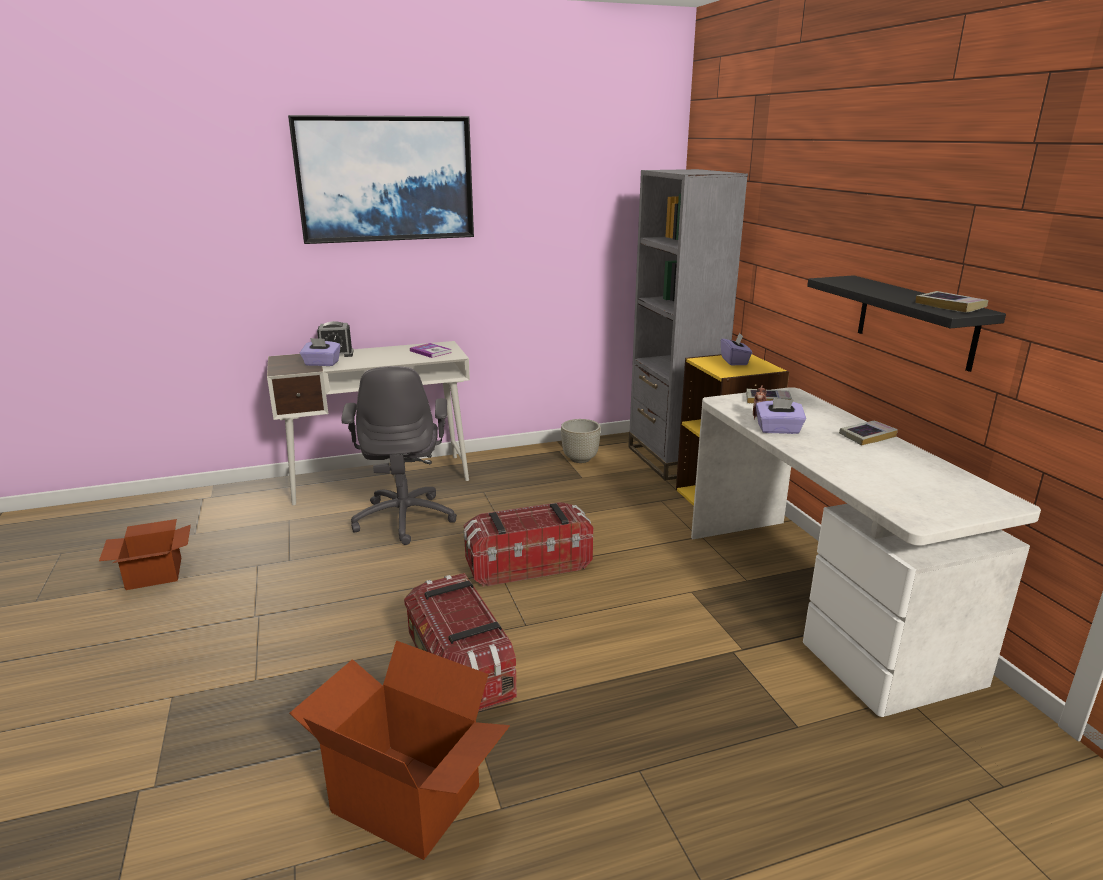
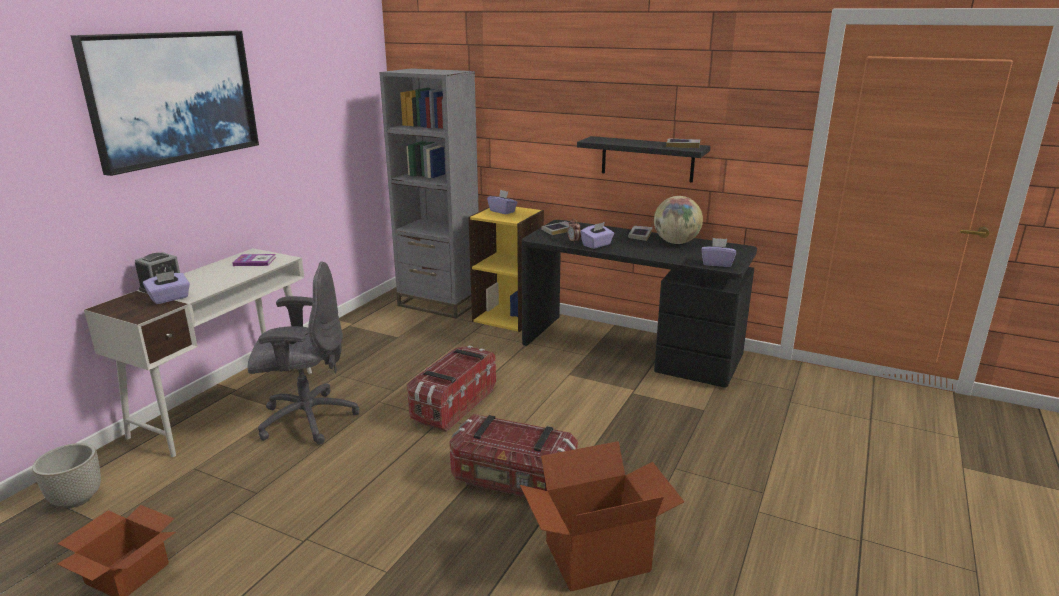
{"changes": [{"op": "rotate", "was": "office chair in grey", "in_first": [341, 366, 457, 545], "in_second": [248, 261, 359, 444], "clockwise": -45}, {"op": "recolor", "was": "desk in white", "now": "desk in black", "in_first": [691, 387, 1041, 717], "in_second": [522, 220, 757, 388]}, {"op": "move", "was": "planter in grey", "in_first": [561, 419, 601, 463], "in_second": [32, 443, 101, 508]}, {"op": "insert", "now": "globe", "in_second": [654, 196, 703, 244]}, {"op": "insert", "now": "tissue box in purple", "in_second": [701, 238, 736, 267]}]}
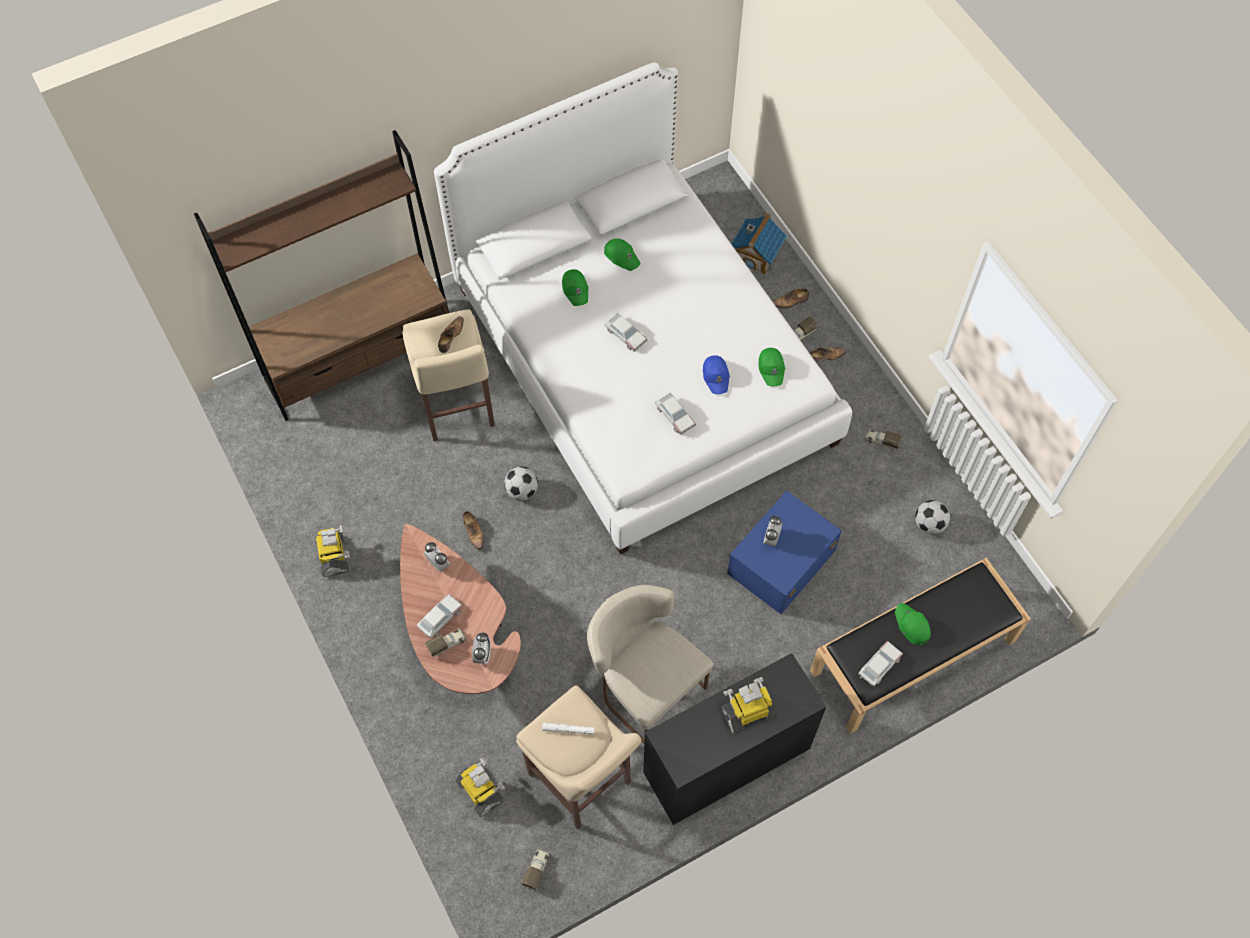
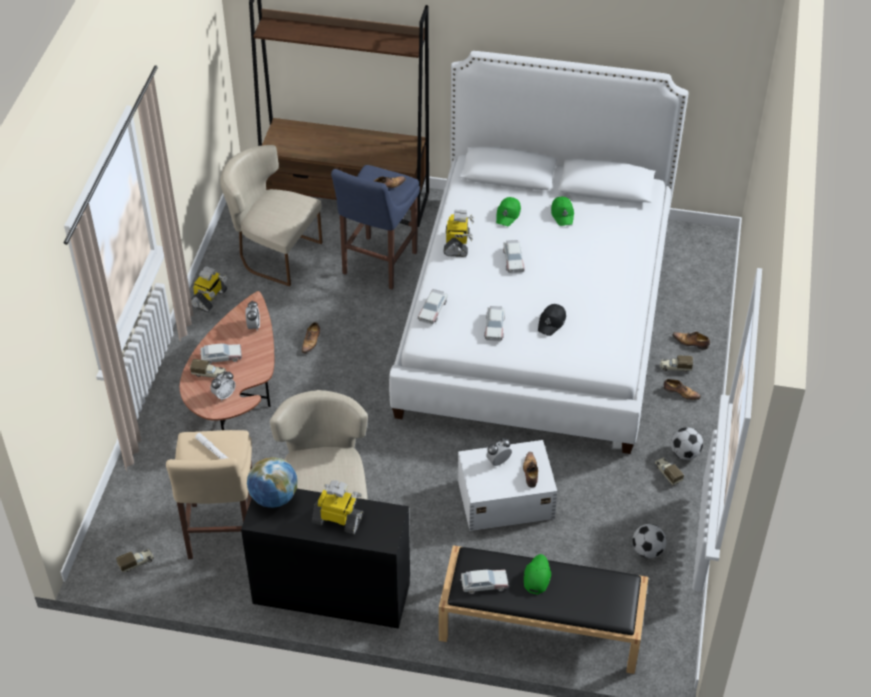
{"changes": [{"op": "delete", "was": "toy house", "in_first": [731, 213, 787, 275]}, {"op": "recolor", "was": "stool in beige", "now": "stool in blue", "in_first": [403, 309, 495, 441], "in_second": [331, 165, 420, 290]}, {"op": "delete", "was": "cap in green", "in_first": [759, 348, 785, 386]}, {"op": "recolor", "was": "cap in blue", "now": "cap in black", "in_first": [703, 355, 730, 394], "in_second": [538, 304, 566, 336]}, {"op": "move", "was": "football", "in_first": [504, 466, 538, 501], "in_second": [671, 427, 703, 460]}, {"op": "recolor", "was": "storage box in blue", "now": "storage box in white", "in_first": [727, 490, 842, 614], "in_second": [458, 440, 557, 531]}, {"op": "move", "was": "toy robot", "in_first": [455, 757, 505, 817], "in_second": [444, 210, 474, 257]}, {"op": "insert", "now": "chair in beige", "in_second": [220, 145, 322, 286]}, {"op": "insert", "now": "toy car", "in_second": [418, 289, 448, 325]}, {"op": "insert", "now": "shoe", "in_second": [523, 452, 538, 488]}, {"op": "insert", "now": "globe", "in_second": [247, 457, 297, 508]}]}
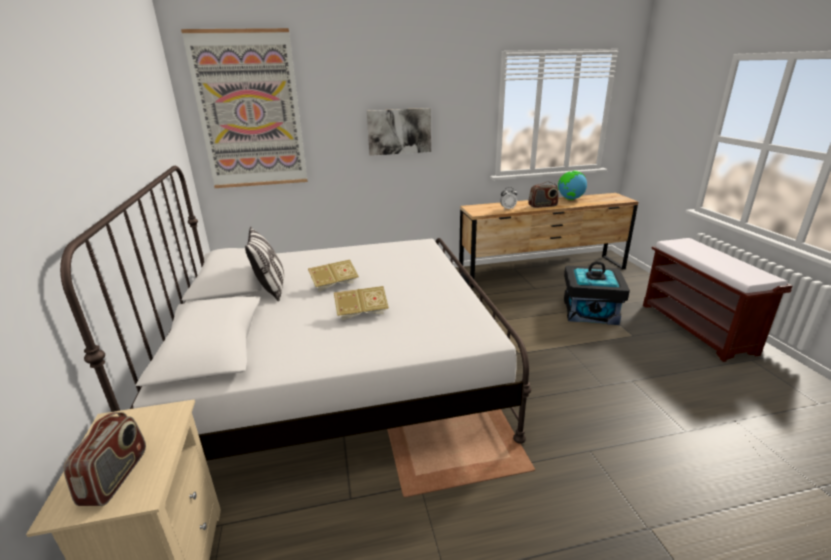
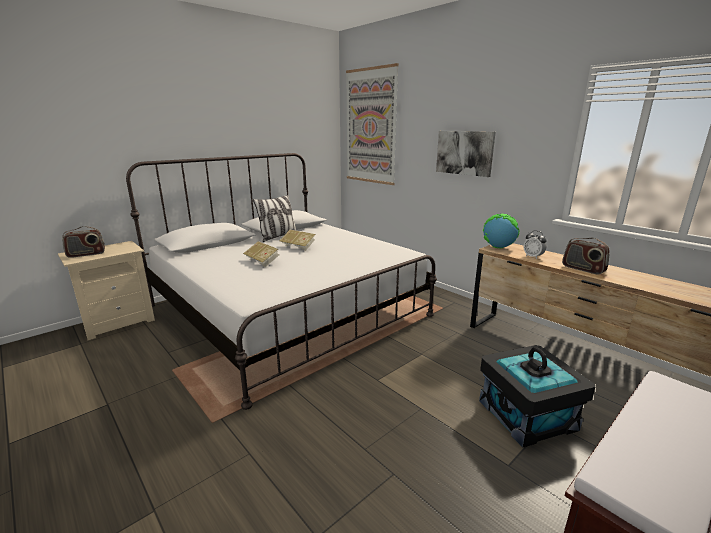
{"changes": [{"op": "move", "was": "globe", "in_first": [558, 171, 587, 200], "in_second": [483, 214, 520, 248]}]}
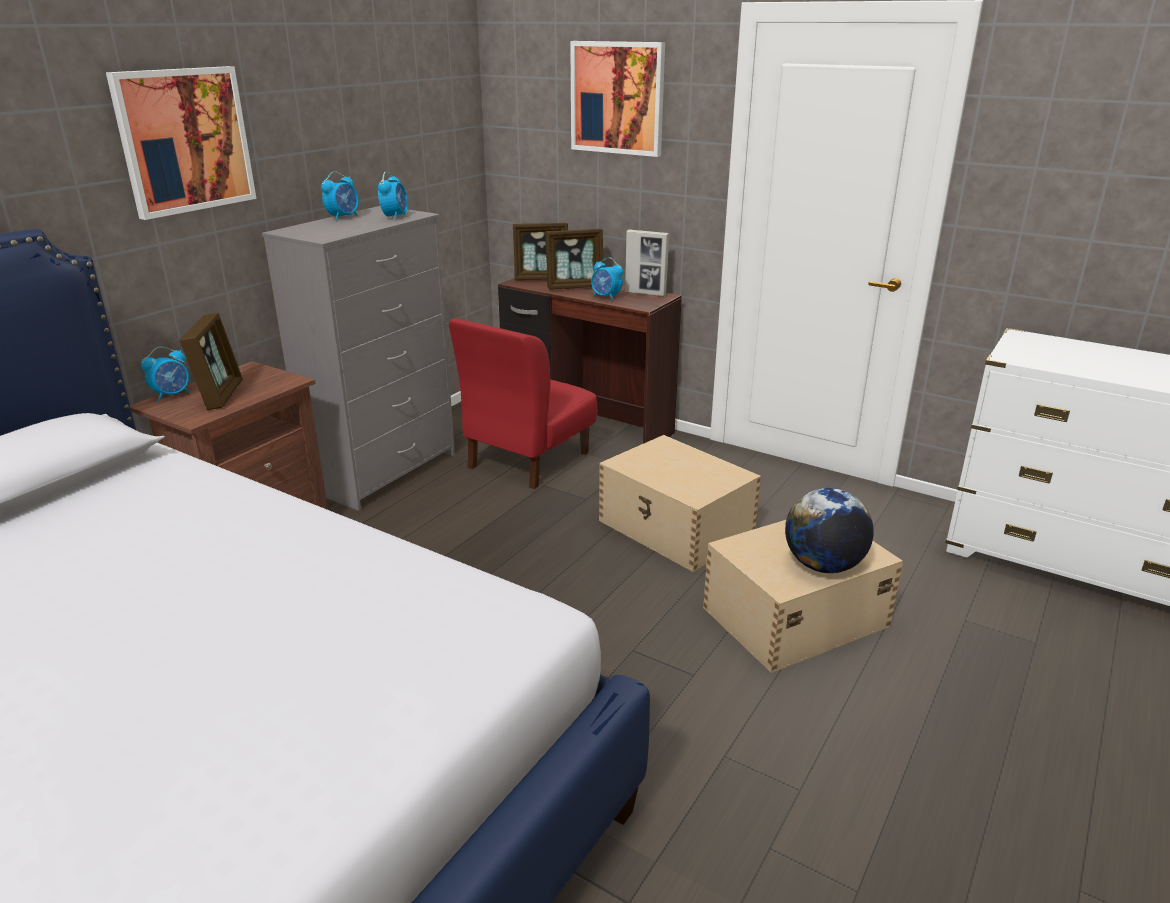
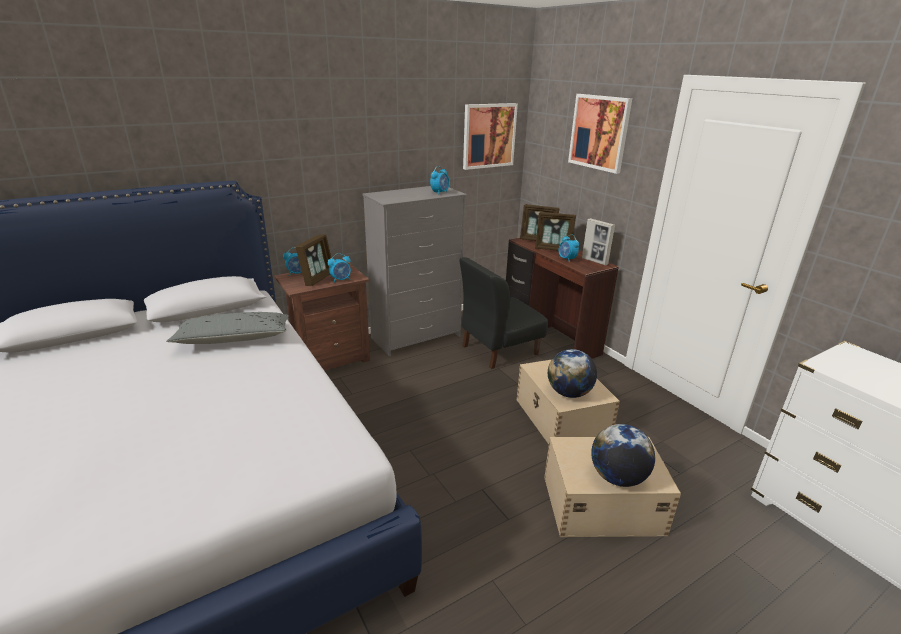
{"changes": [{"op": "move", "was": "picture", "in_first": [106, 66, 257, 220], "in_second": [463, 103, 518, 170]}, {"op": "move", "was": "alarm clock", "in_first": [321, 171, 359, 221], "in_second": [328, 253, 351, 283]}, {"op": "recolor", "was": "chair in red", "now": "chair in black", "in_first": [449, 318, 597, 489], "in_second": [459, 257, 548, 369]}, {"op": "insert", "now": "pillow in grey", "in_second": [166, 312, 289, 344]}, {"op": "insert", "now": "globe", "in_second": [548, 349, 597, 398]}]}
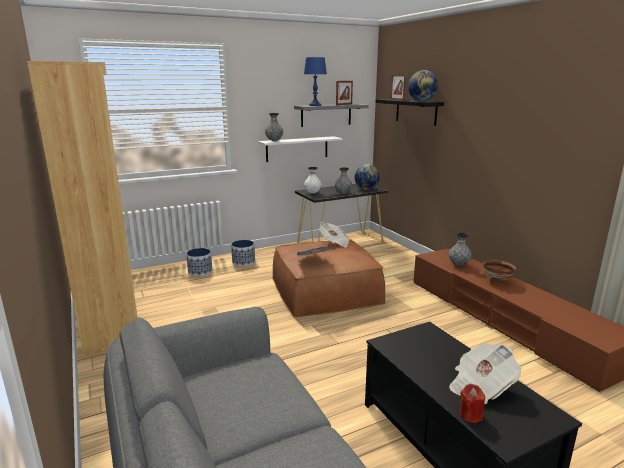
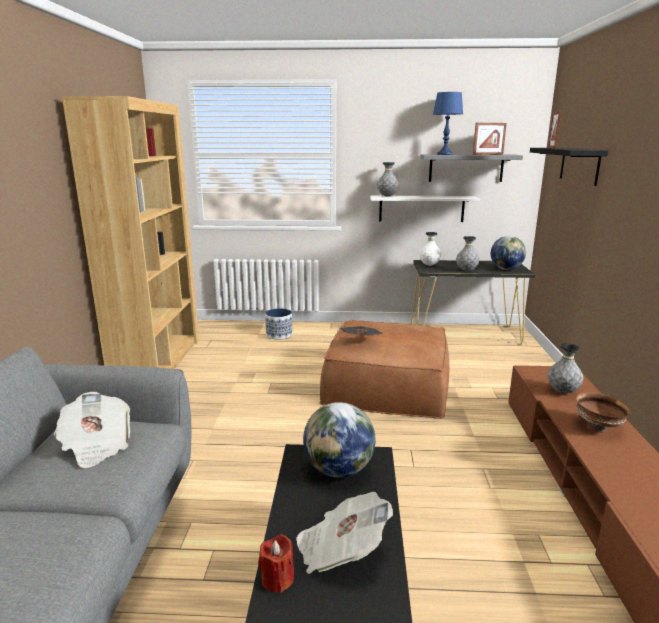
{"changes": [{"op": "move", "was": "globe", "in_first": [408, 70, 438, 101], "in_second": [303, 402, 376, 478]}, {"op": "move", "was": "newspaper", "in_first": [319, 222, 350, 247], "in_second": [54, 392, 130, 468]}, {"op": "delete", "was": "planter", "in_first": [231, 240, 255, 267]}]}
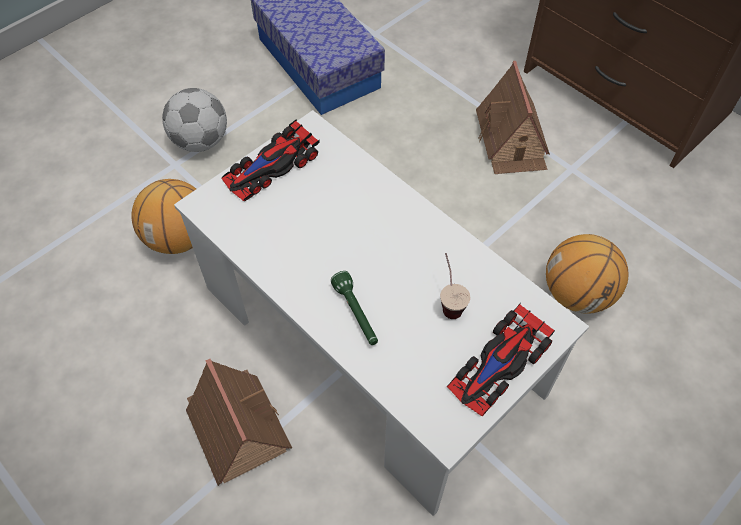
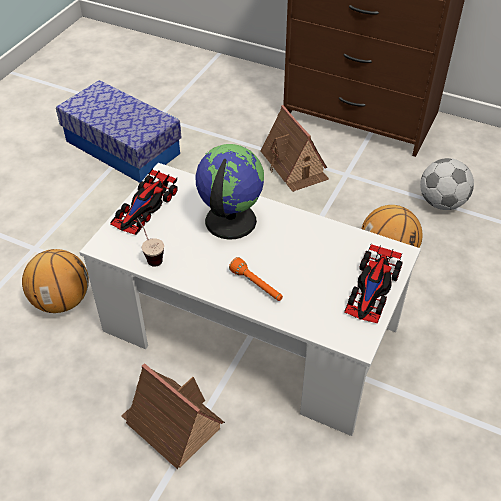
{"changes": [{"op": "move", "was": "football", "in_first": [162, 88, 227, 152], "in_second": [420, 158, 474, 210]}, {"op": "move", "was": "cup", "in_first": [440, 253, 470, 319], "in_second": [137, 218, 164, 267]}, {"op": "recolor", "was": "flashlight in green", "now": "flashlight in orange", "in_first": [331, 271, 378, 345], "in_second": [229, 257, 283, 301]}, {"op": "insert", "now": "globe", "in_second": [195, 144, 264, 240]}]}
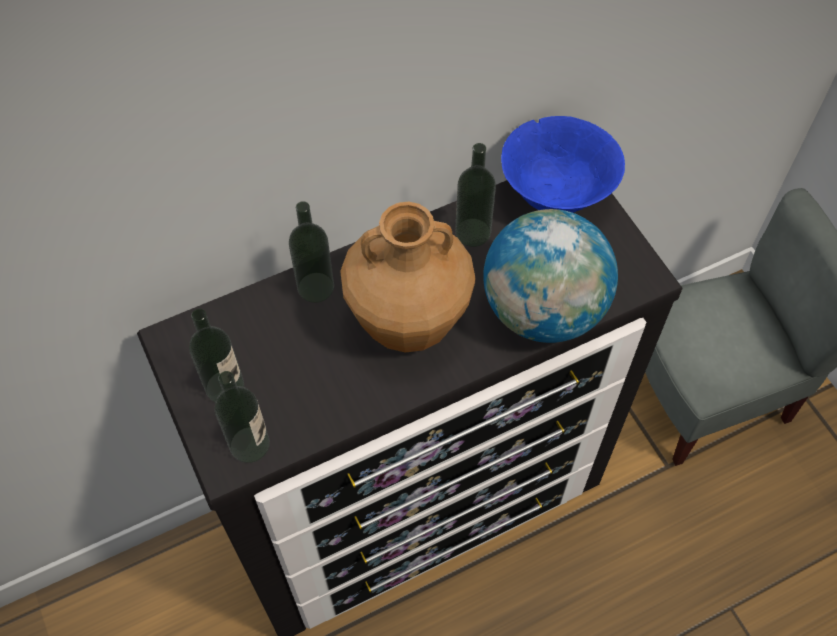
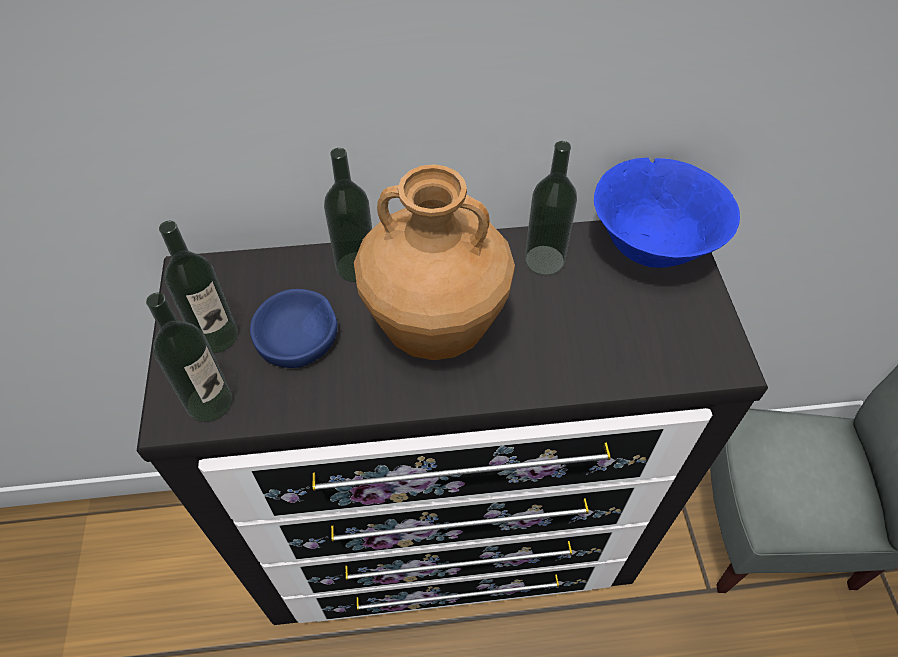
{"changes": [{"op": "delete", "was": "globe", "in_first": [483, 209, 618, 343]}, {"op": "insert", "now": "bowl in blue", "in_second": [250, 289, 338, 368]}]}
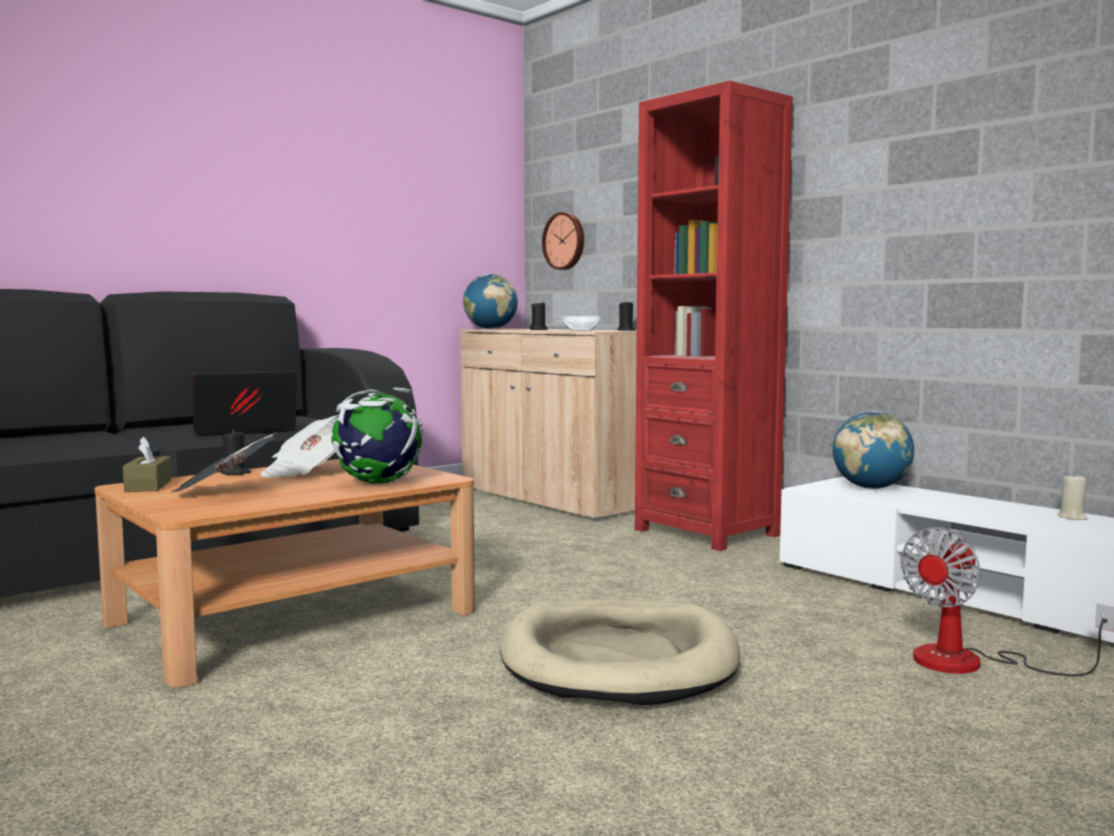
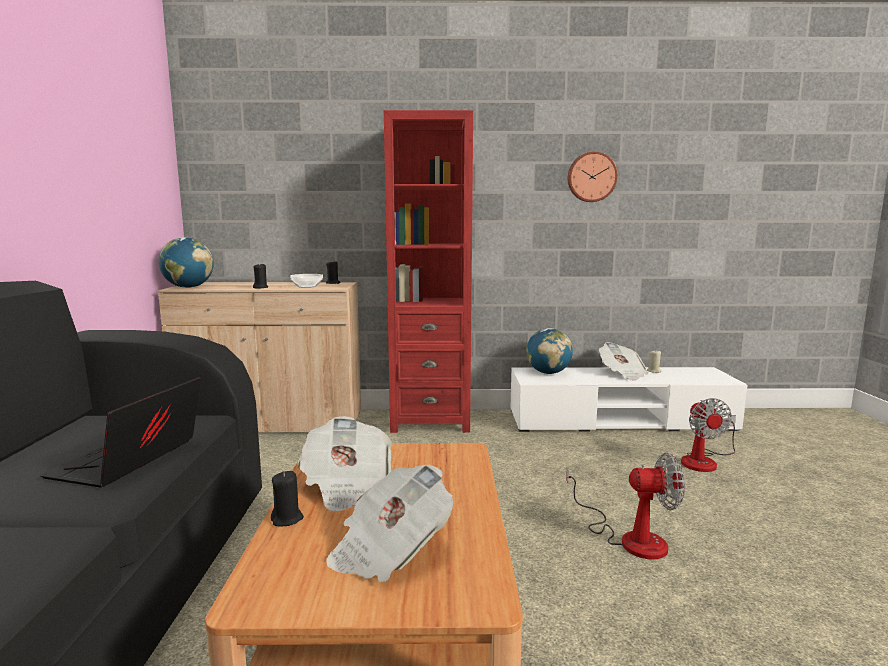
{"changes": [{"op": "move", "was": "wall clock", "in_first": [542, 212, 584, 270], "in_second": [568, 151, 618, 202]}, {"op": "delete", "was": "globe", "in_first": [331, 388, 423, 484]}, {"op": "delete", "was": "tissue box in brown", "in_first": [123, 436, 171, 492]}, {"op": "replace", "was": "dog bed in beige", "now": "fan", "in_first": [500, 599, 740, 705], "in_second": [566, 452, 685, 560]}, {"op": "insert", "now": "newspaper", "in_second": [599, 342, 648, 381]}]}
